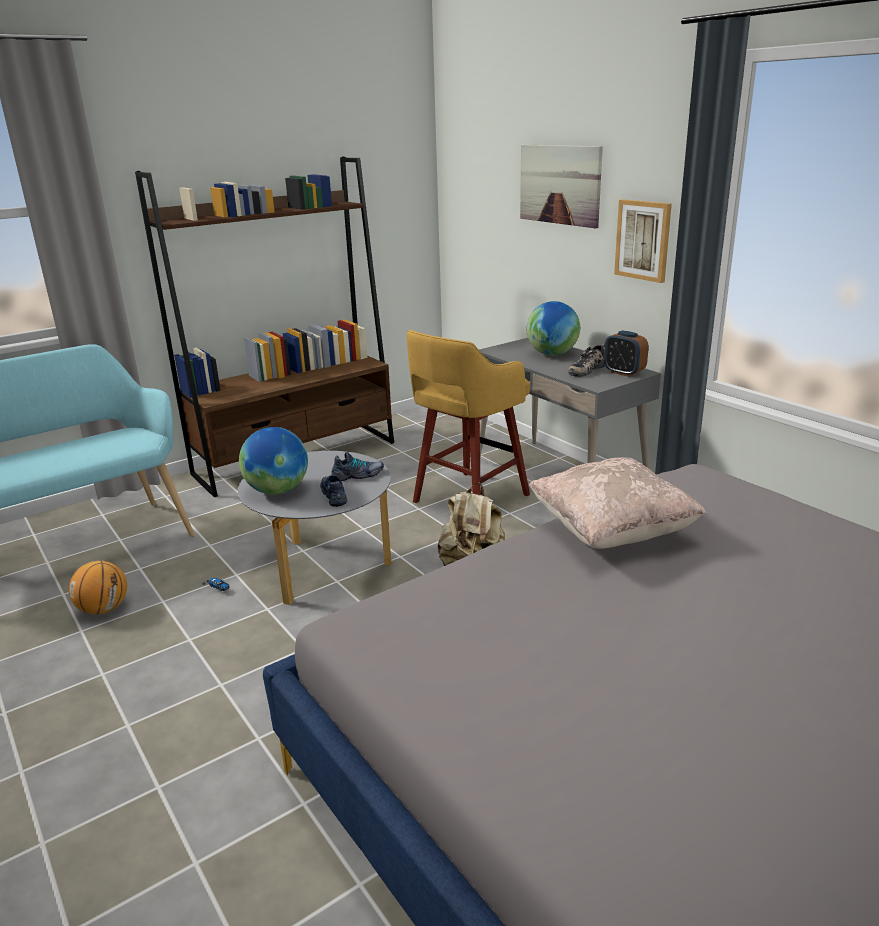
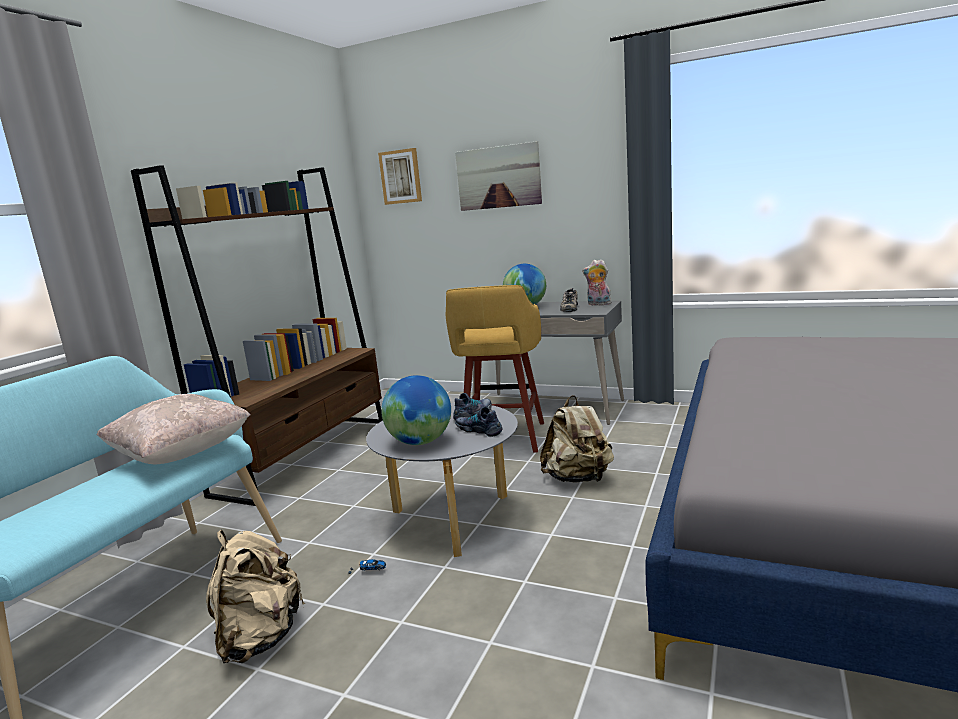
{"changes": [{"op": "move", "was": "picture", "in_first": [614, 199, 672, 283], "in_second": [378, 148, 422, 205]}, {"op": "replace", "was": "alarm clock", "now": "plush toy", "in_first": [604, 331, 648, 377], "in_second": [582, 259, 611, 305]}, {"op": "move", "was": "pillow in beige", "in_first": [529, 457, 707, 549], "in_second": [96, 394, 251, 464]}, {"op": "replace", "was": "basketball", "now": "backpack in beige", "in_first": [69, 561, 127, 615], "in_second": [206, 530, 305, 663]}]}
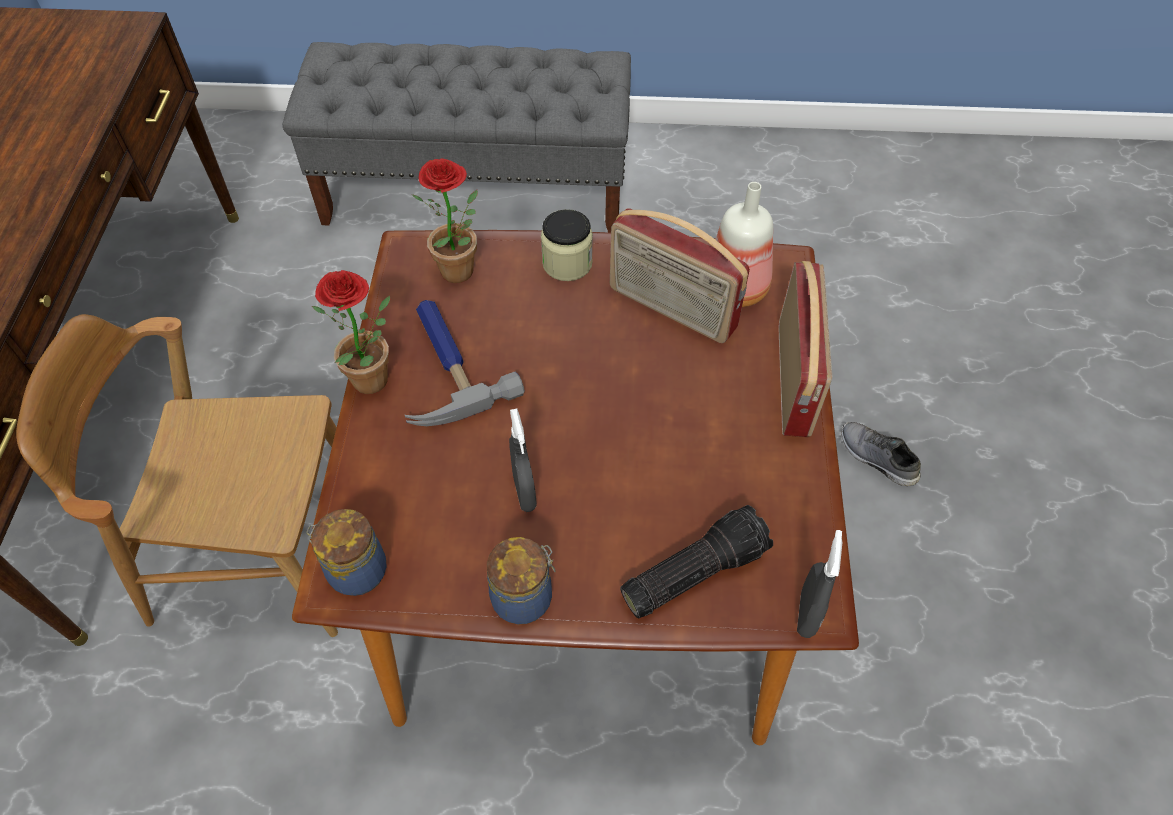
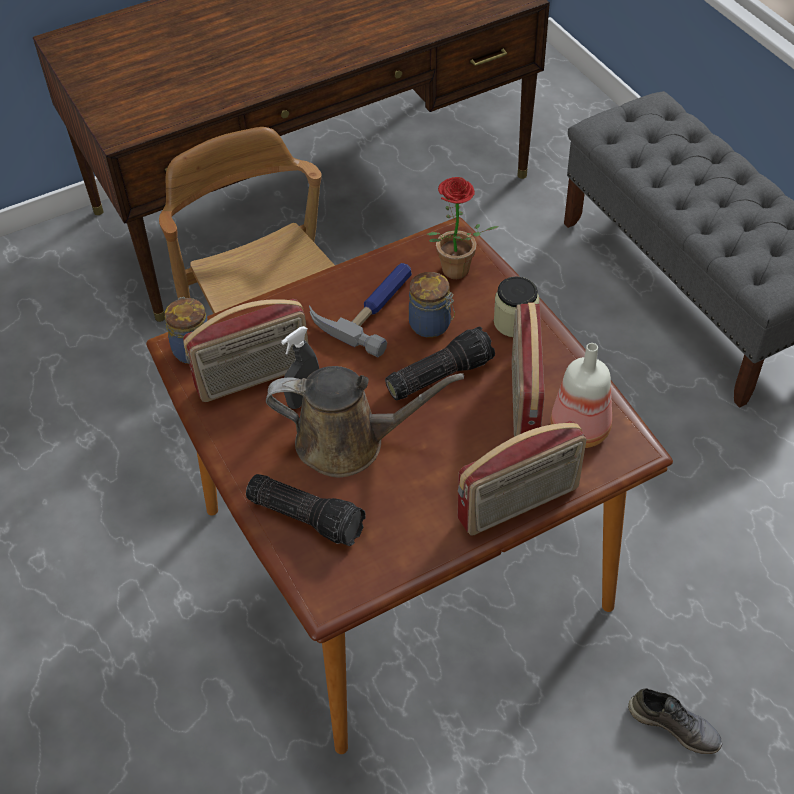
{"changes": [{"op": "delete", "was": "potted plant", "in_first": [312, 270, 390, 394]}, {"op": "rotate", "was": "shoe in grey", "in_first": [841, 422, 921, 486], "in_second": [628, 688, 722, 754], "clockwise": 105}, {"op": "delete", "was": "spray bottle in grey", "in_first": [797, 530, 842, 638]}, {"op": "move", "was": "jar", "in_first": [487, 537, 556, 624], "in_second": [409, 272, 455, 338]}, {"op": "insert", "now": "radio", "in_second": [183, 299, 308, 402]}, {"op": "insert", "now": "flashlight", "in_second": [385, 327, 495, 400]}, {"op": "insert", "now": "watering can in brown", "in_second": [266, 366, 464, 477]}]}
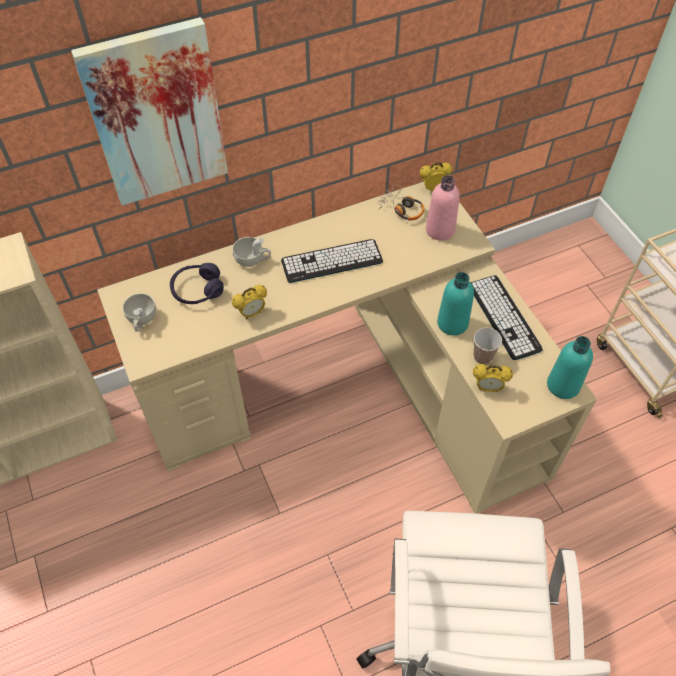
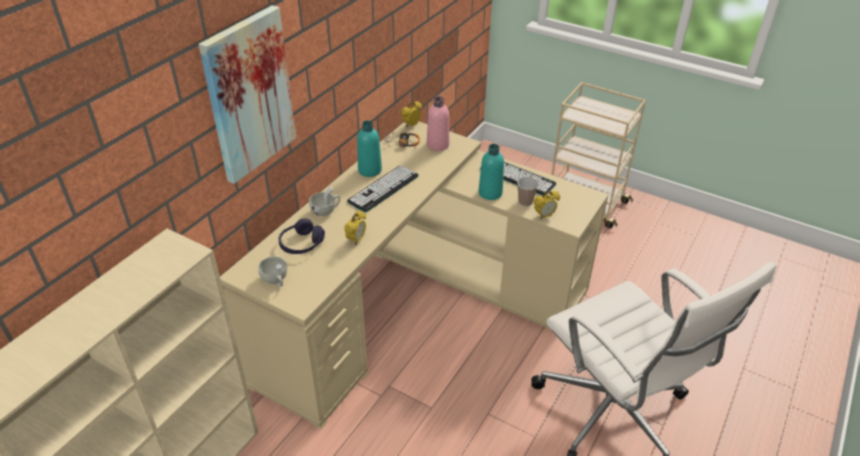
{"changes": [{"op": "move", "was": "bottle in turquoise", "in_first": [547, 336, 593, 399], "in_second": [357, 121, 382, 177]}]}
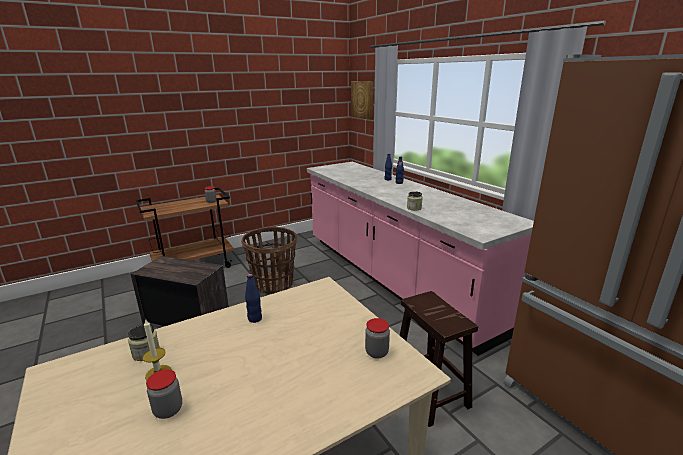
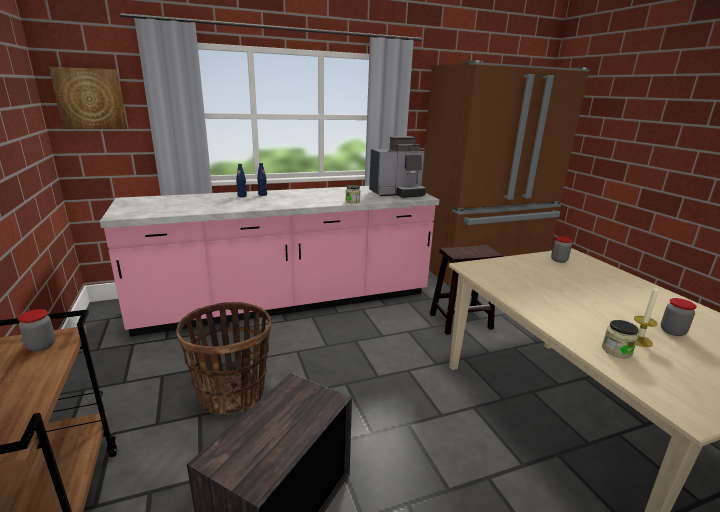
{"changes": [{"op": "delete", "was": "bottle in blue", "in_first": [245, 274, 262, 323]}, {"op": "insert", "now": "coffee machine", "in_second": [369, 136, 426, 198]}]}
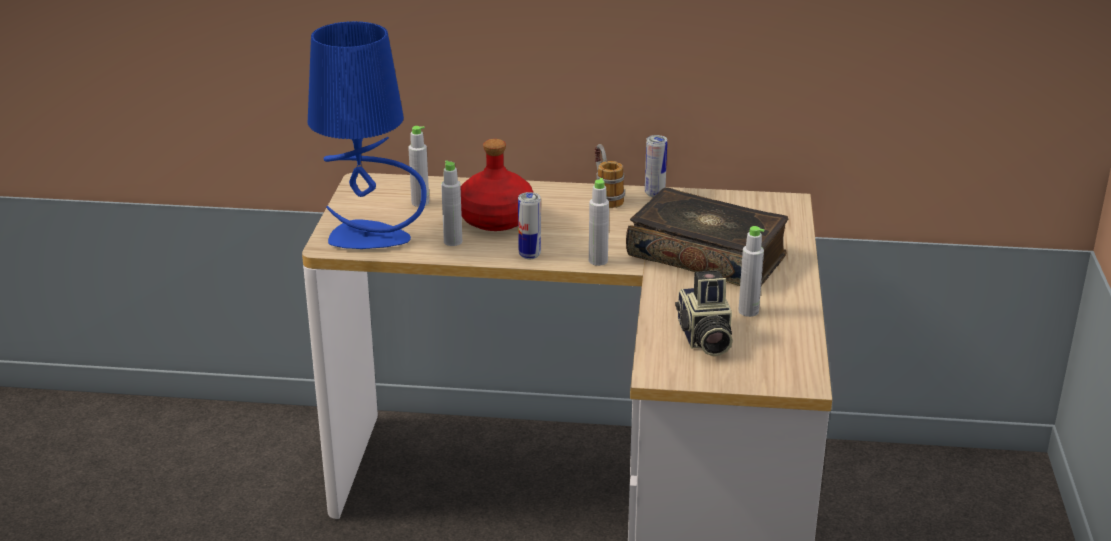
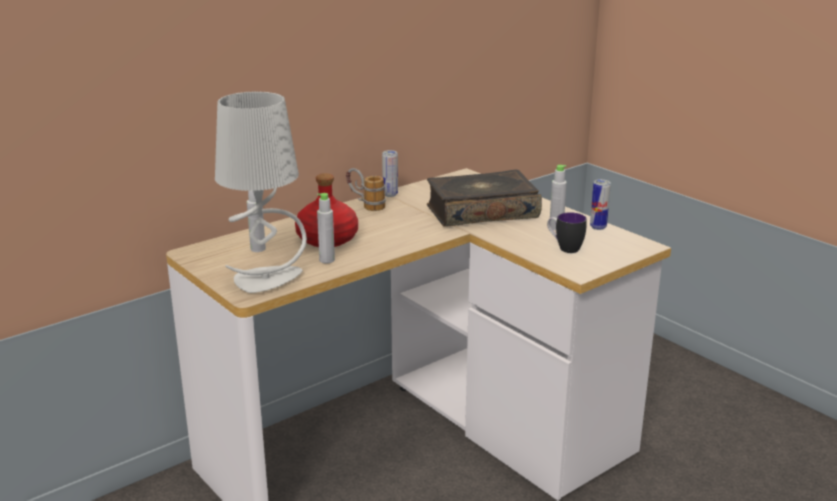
{"changes": [{"op": "recolor", "was": "table lamp in blue", "now": "table lamp in grey", "in_first": [308, 21, 427, 249], "in_second": [215, 92, 307, 293]}, {"op": "delete", "was": "bottle in grey", "in_first": [589, 178, 609, 266]}, {"op": "move", "was": "can", "in_first": [518, 192, 541, 259], "in_second": [590, 179, 611, 230]}, {"op": "replace", "was": "photo camera", "now": "mug", "in_first": [675, 270, 733, 356], "in_second": [547, 212, 587, 253]}]}
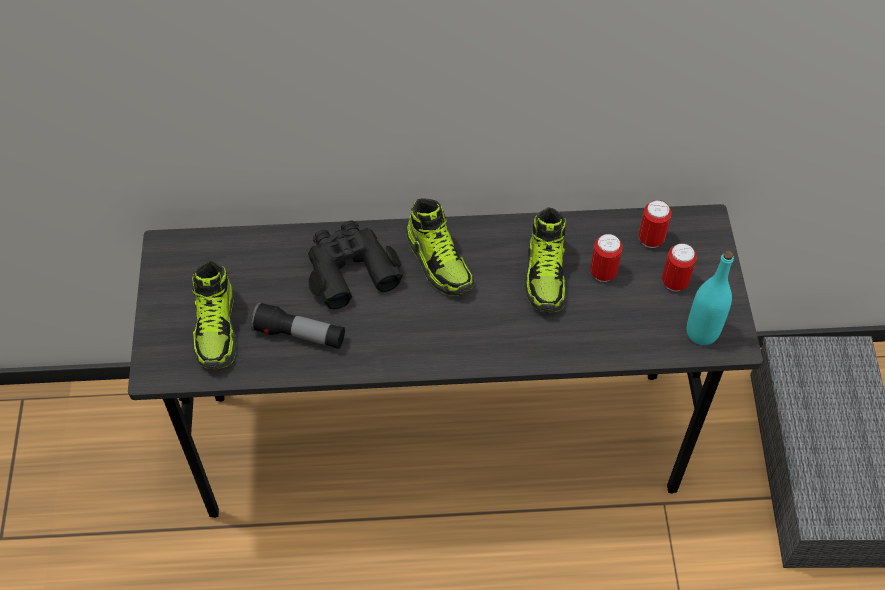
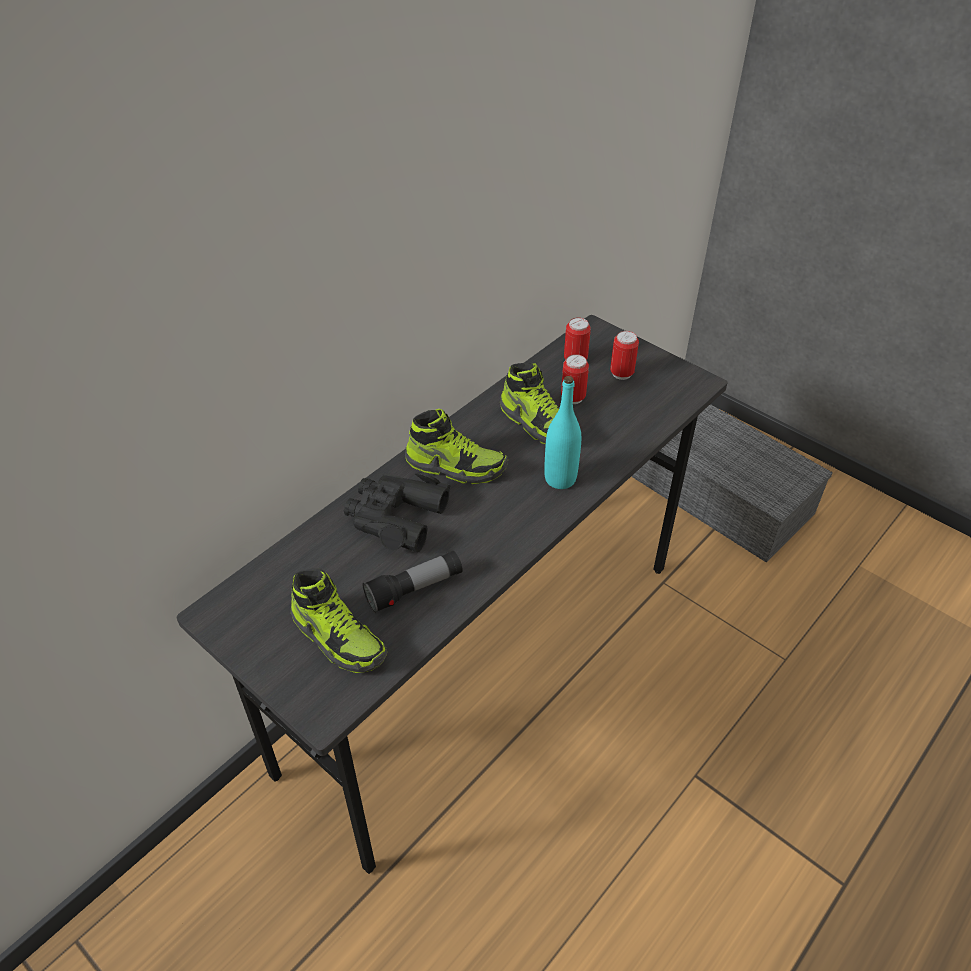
{"changes": [{"op": "move", "was": "bottle in turquoise", "in_first": [686, 251, 734, 345], "in_second": [544, 376, 581, 489]}]}
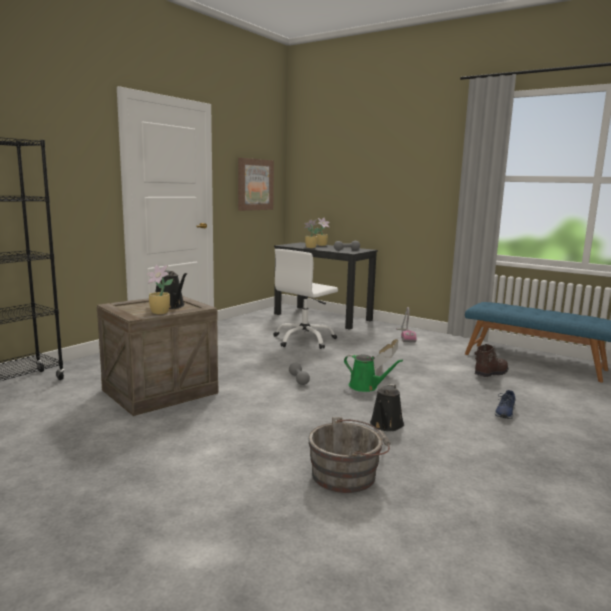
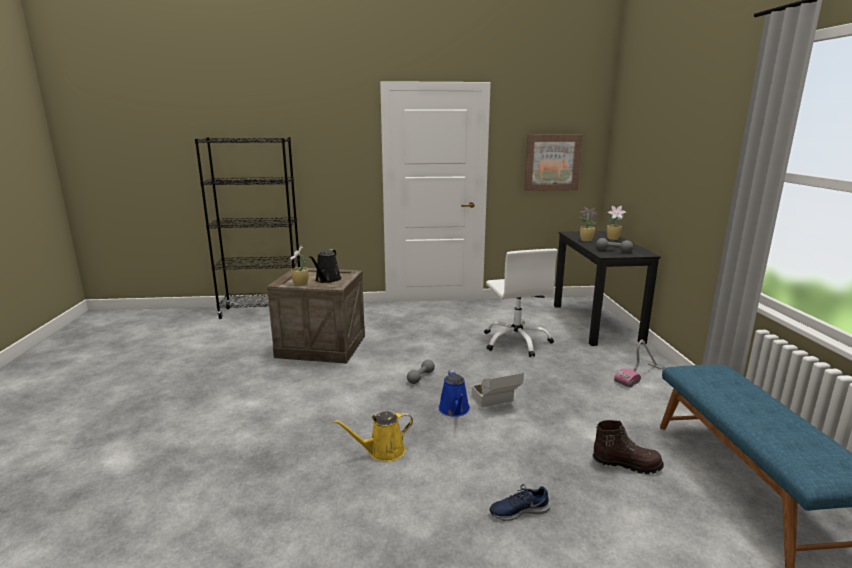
{"changes": [{"op": "rotate", "was": "office chair in white", "in_first": [274, 249, 338, 349], "in_second": [484, 249, 558, 357], "clockwise": -105}, {"op": "recolor", "was": "watering can in green", "now": "watering can in blue", "in_first": [344, 354, 403, 392], "in_second": [439, 370, 470, 417]}, {"op": "recolor", "was": "watering can in black", "now": "watering can in yellow", "in_first": [370, 384, 404, 431], "in_second": [333, 412, 413, 461]}, {"op": "delete", "was": "bucket in grey", "in_first": [308, 417, 391, 493]}]}
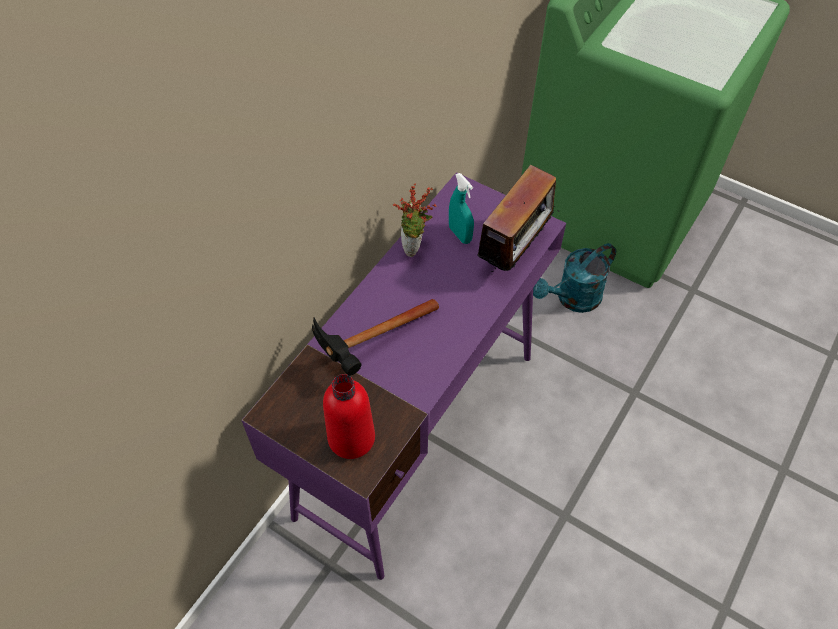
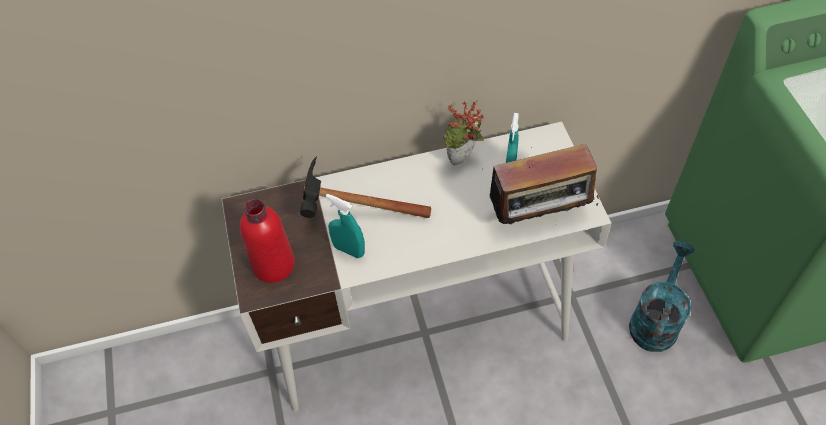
{"changes": [{"op": "recolor", "was": "desk in purple", "now": "desk in white", "in_first": [241, 172, 566, 580], "in_second": [222, 122, 611, 412]}, {"op": "rotate", "was": "watering can in turquoise", "in_first": [533, 243, 616, 313], "in_second": [629, 241, 695, 352], "clockwise": 105}, {"op": "insert", "now": "spray bottle in turquoise", "in_second": [326, 194, 365, 258]}]}
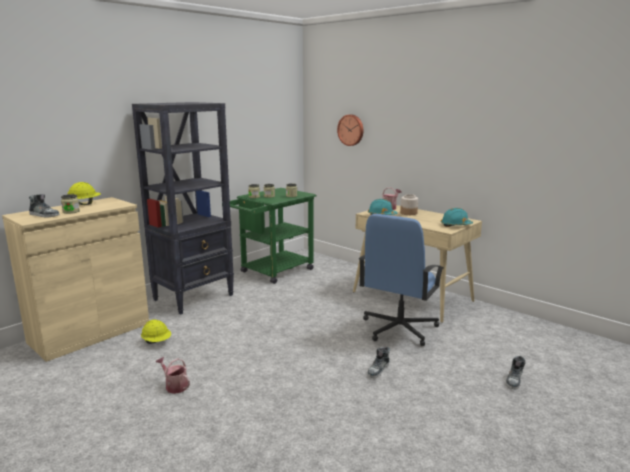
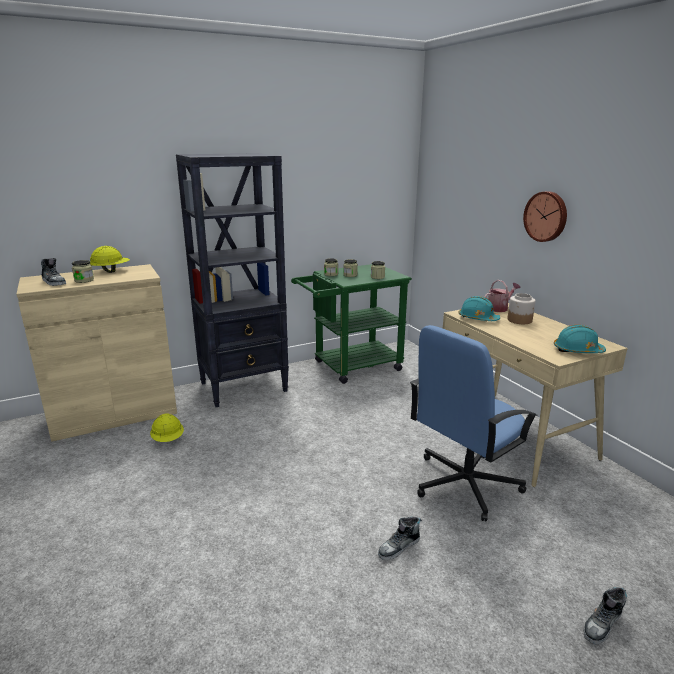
{"changes": [{"op": "move", "was": "wall clock", "in_first": [337, 115, 363, 146], "in_second": [523, 191, 567, 242]}, {"op": "delete", "was": "watering can", "in_first": [156, 357, 190, 394]}]}
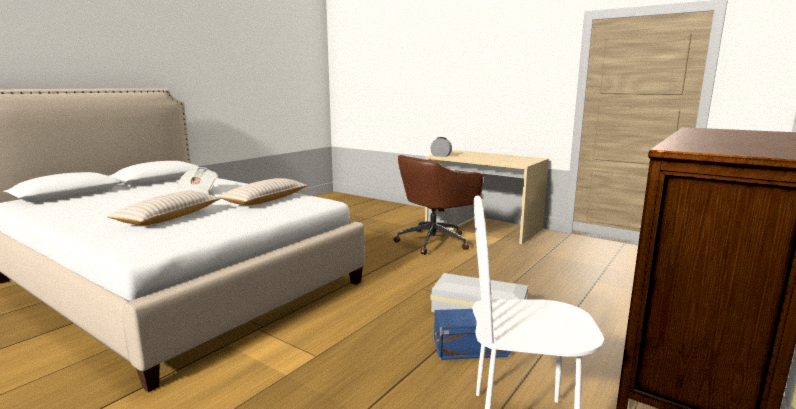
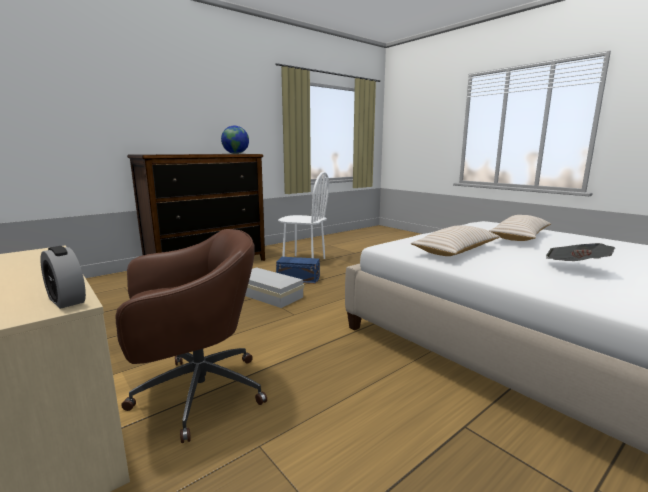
{"changes": [{"op": "insert", "now": "globe", "in_second": [221, 126, 249, 154]}]}
